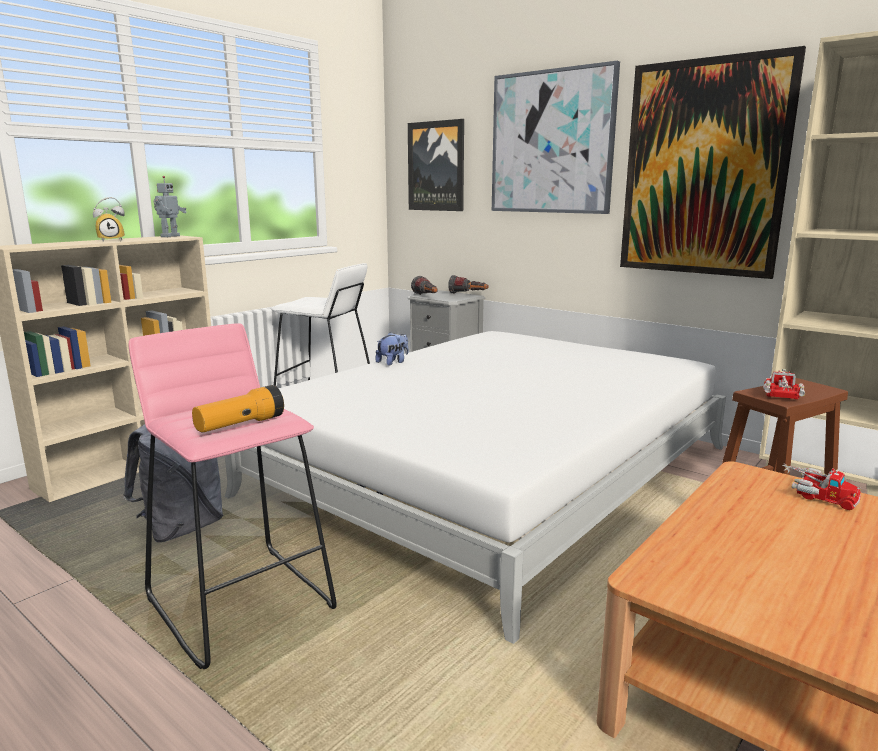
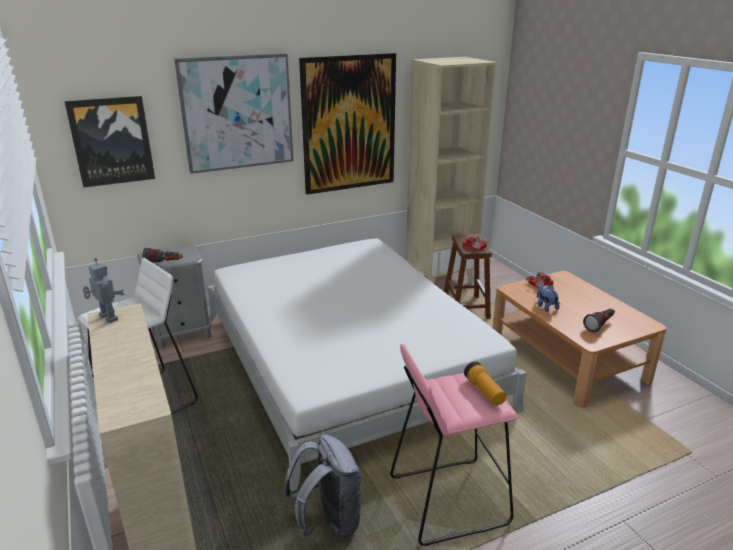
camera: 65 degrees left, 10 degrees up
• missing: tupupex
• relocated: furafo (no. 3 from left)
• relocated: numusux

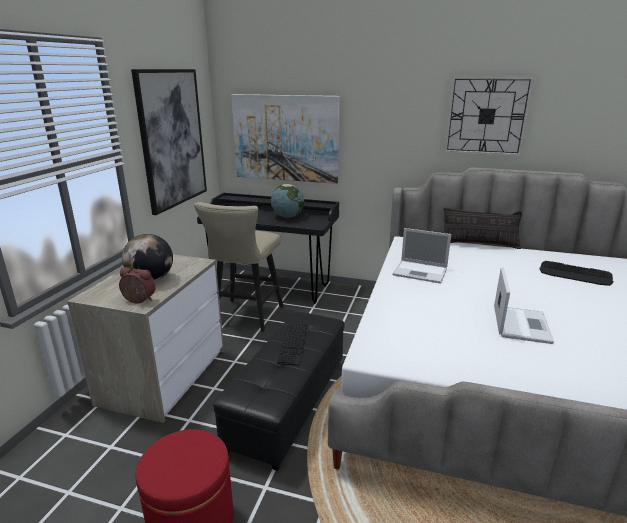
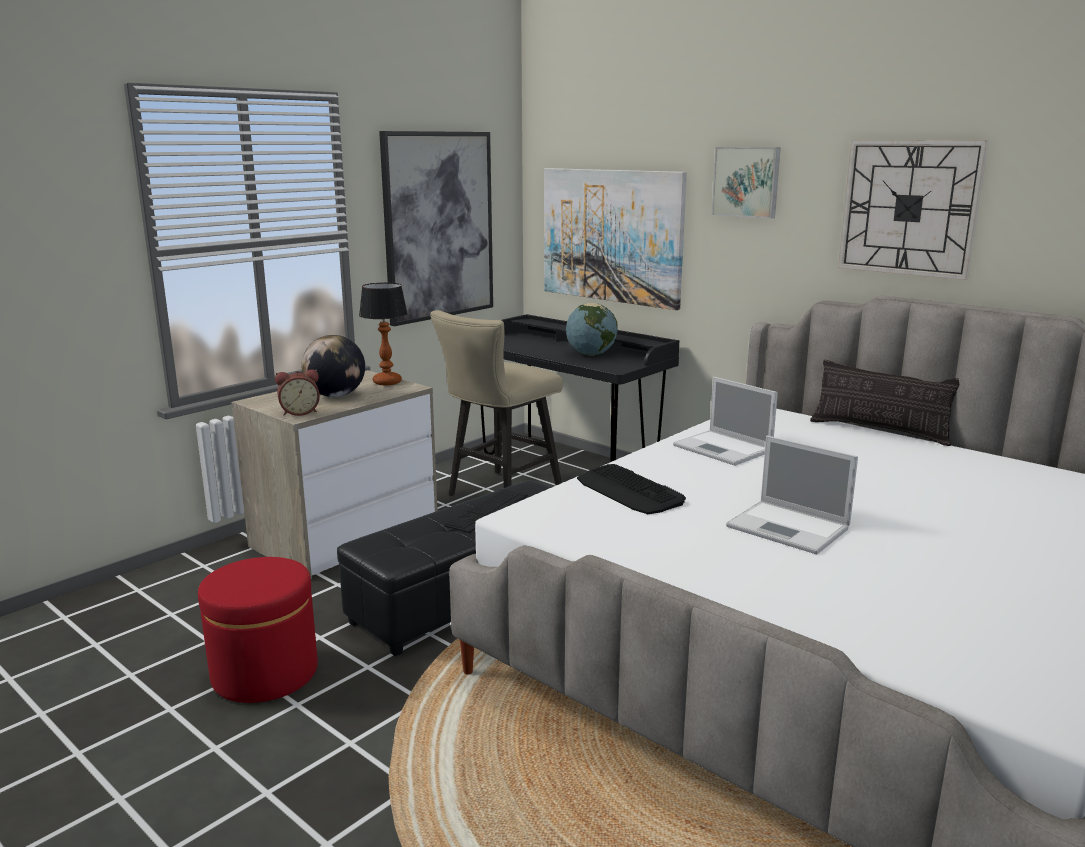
camera: 25 degrees right, 5 degrees down
• relocated: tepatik (no. 2 from left)
• spun: tupupex 120 degrees clockwise
• spun: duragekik (no. 2 from left) 90 degrees clockwise
• appeared: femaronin (no. 3 from left)
• appeared: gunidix

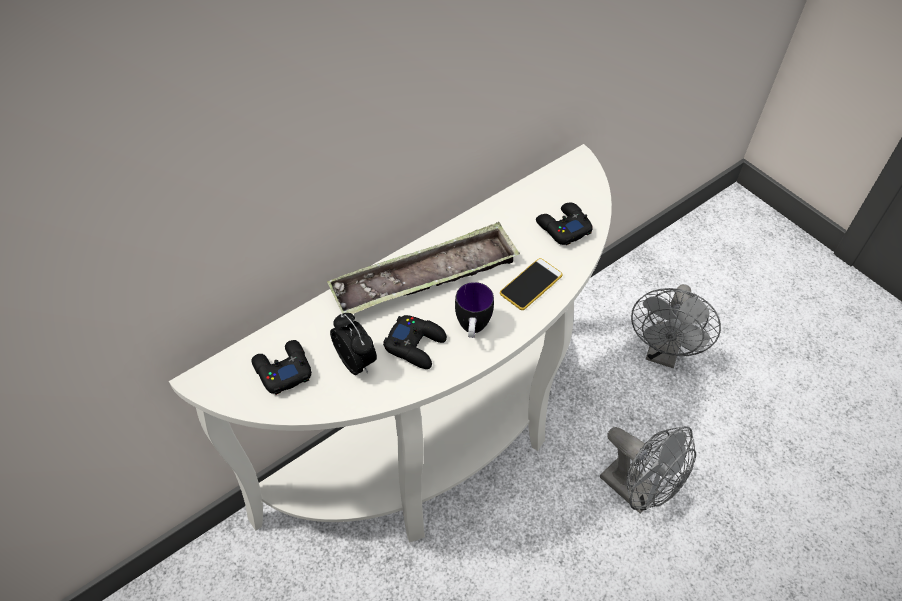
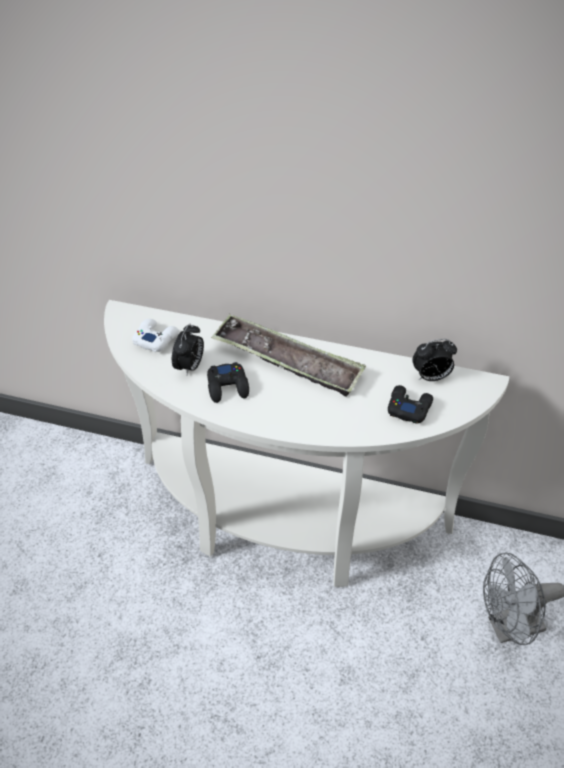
camera: 55 degrees right, 5 degrees down
• missing: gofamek
• missing: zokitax
• colour: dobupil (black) (no. 1 from left) to dobupil (white)
• missing: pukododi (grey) (no. 1 from left)
• appeared: tupupex (no. 2 from left)

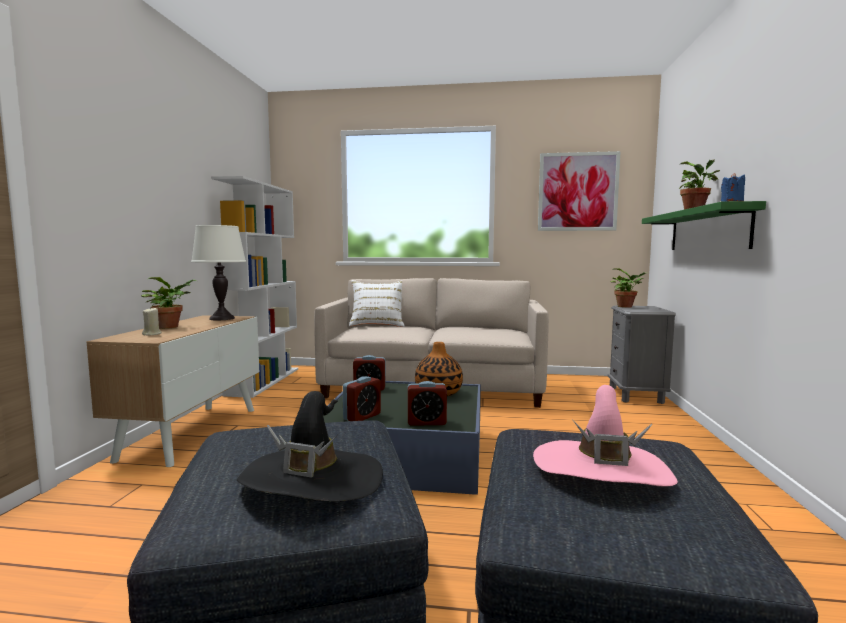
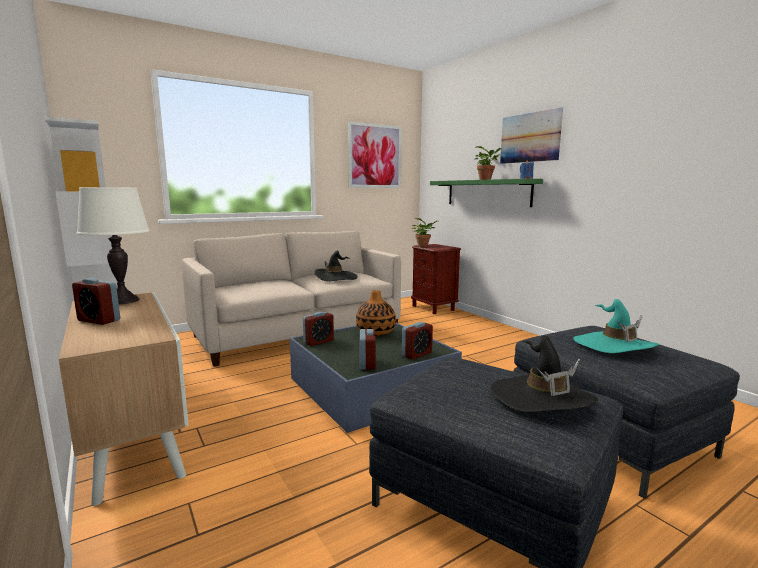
camera: 40 degrees left, 5 degrees up
• exchanged: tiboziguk (no. 1 from left) to tupupex (no. 1 from left)
• missing: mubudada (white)
• colour: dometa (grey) to dometa (brown)
• missing: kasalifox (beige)
• colour: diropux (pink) to diropux (turquoise)
• appeared: femaronin (no. 2 from left)
• appeared: diropux (black) (no. 1 from left)

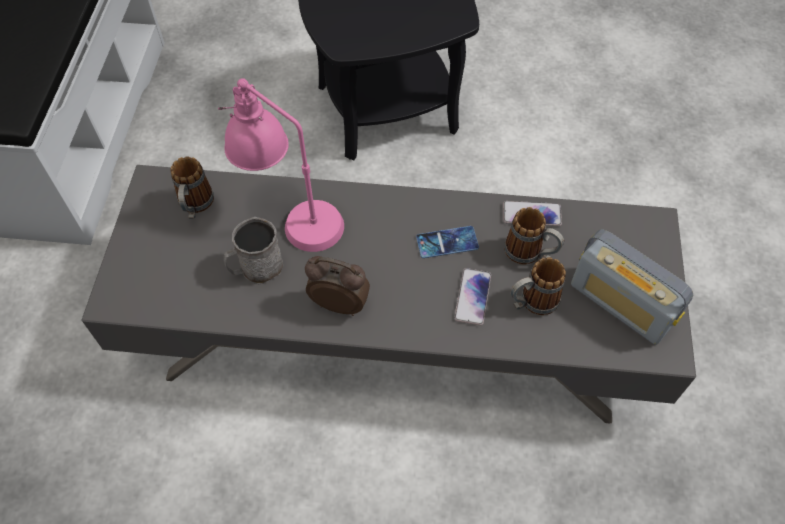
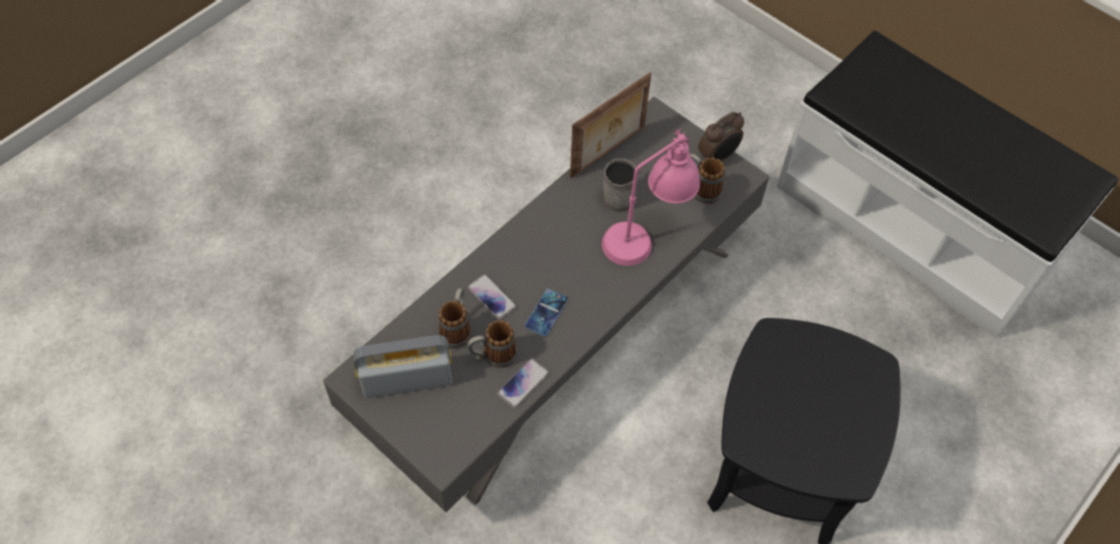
camera: 125 degrees right, 0 degrees up
• relocated: tupupex
• appeared: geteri

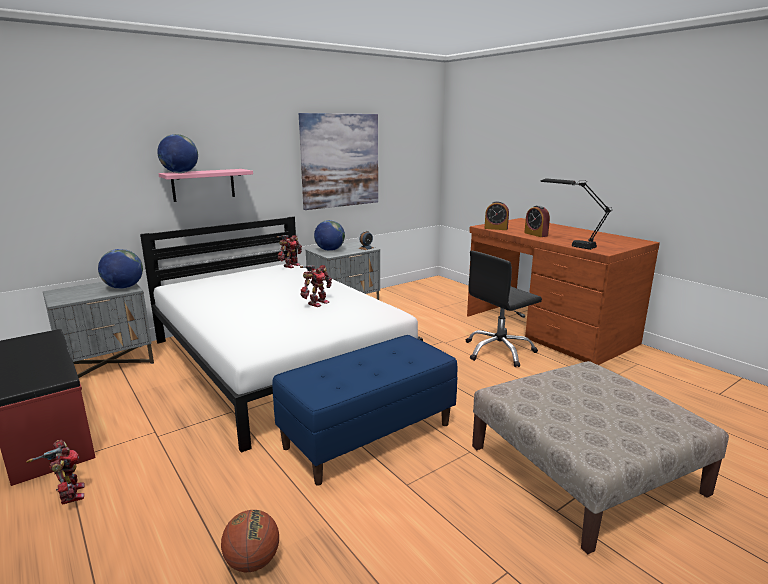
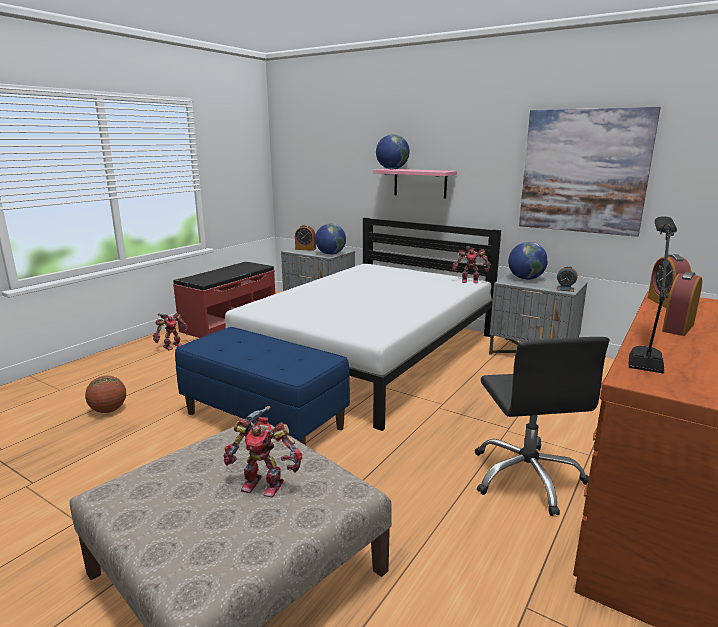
camera: 70 degrees right, 0 degrees up
• spun: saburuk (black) 135 degrees counterclockwise
• relocated: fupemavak (no. 3 from left in the first image) to fupemavak (no. 2 from left)
• appeared: tupupex (no. 1 from left)

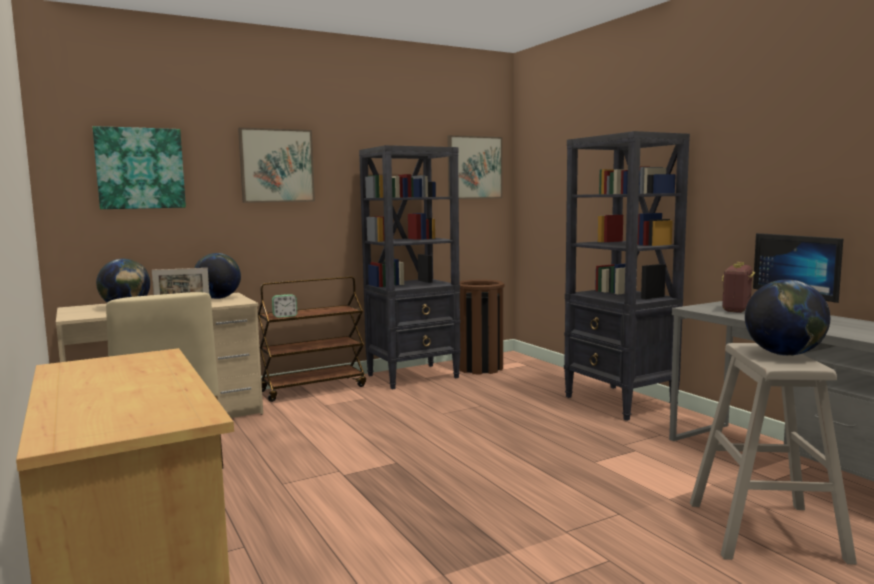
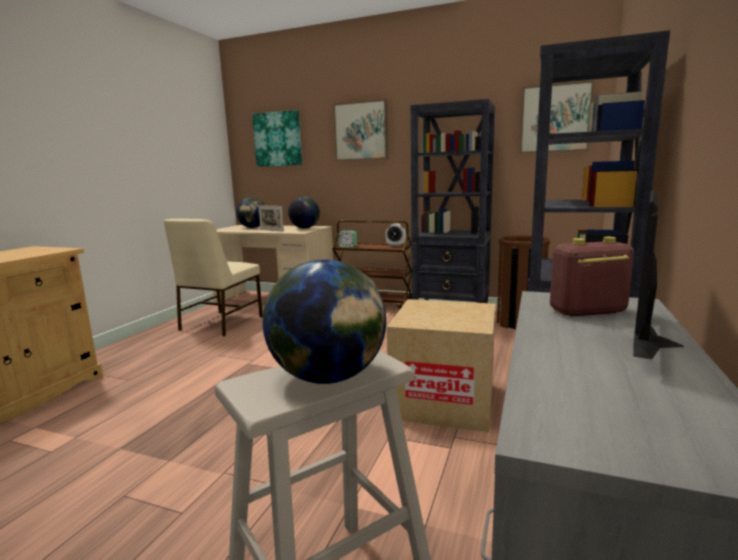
camera: 50 degrees right, 5 degrees up
• appeared: tupupex (no. 2 from left)
• appeared: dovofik

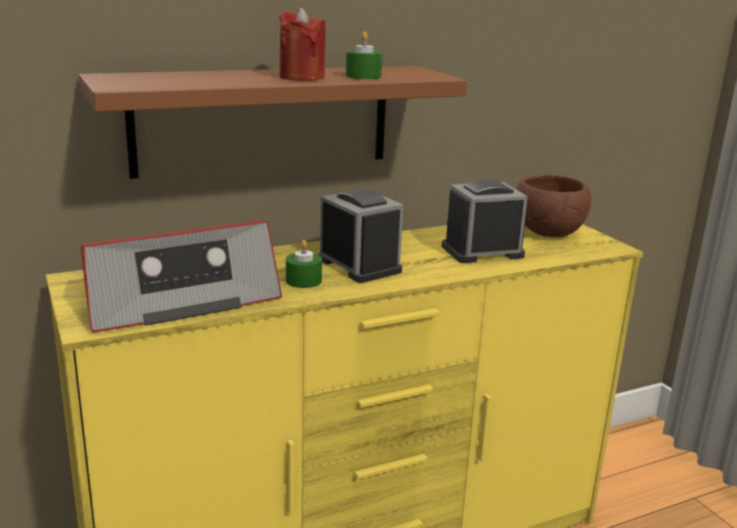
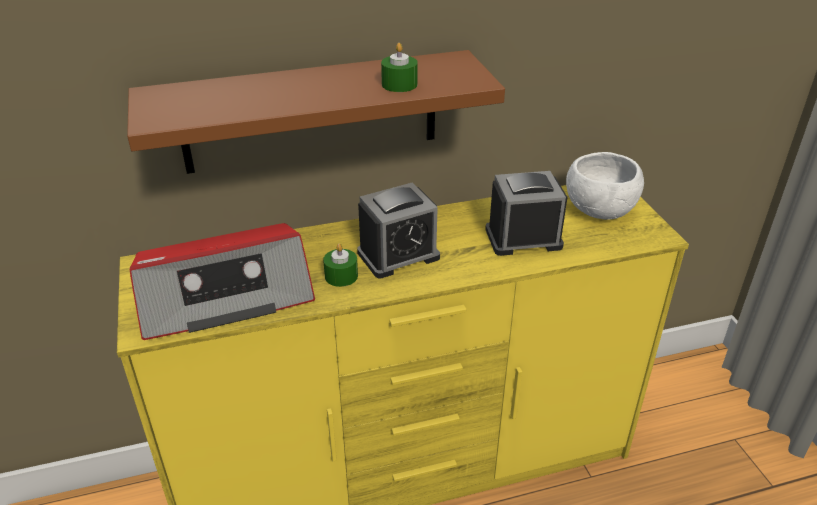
camera: 10 degrees right, 15 degrees up
• missing: kasalifox (red)
• colour: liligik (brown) to liligik (white)
• spun: tupupex (no. 1 from left) 90 degrees clockwise

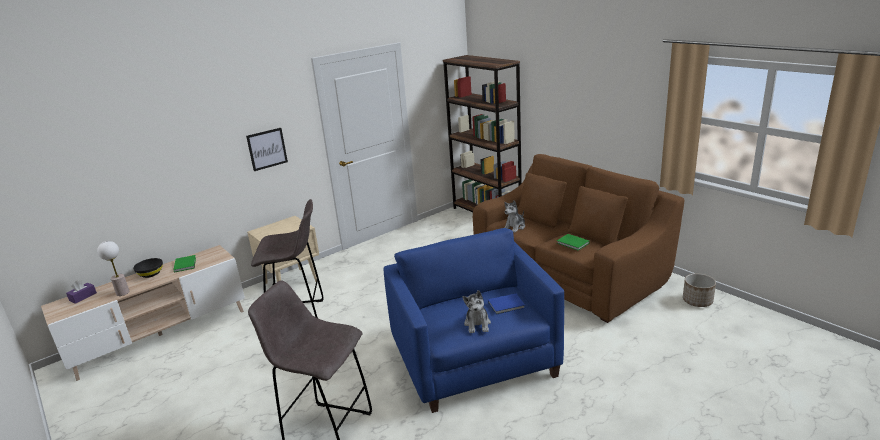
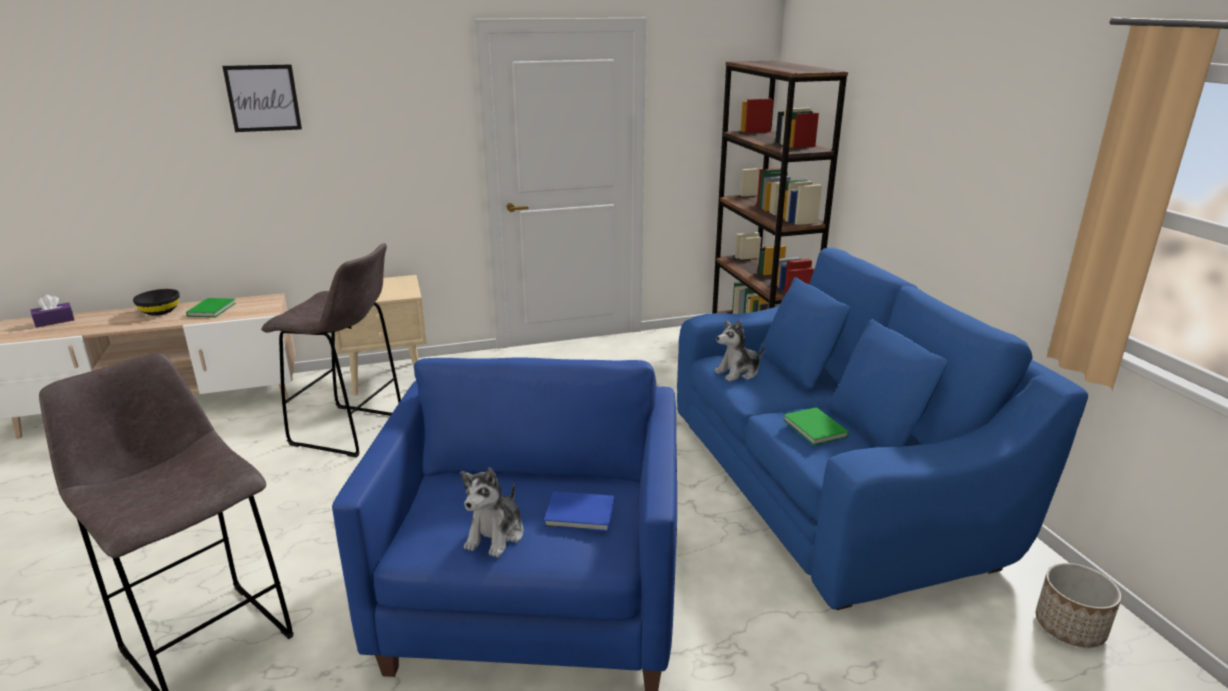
camera: 20 degrees right, 0 degrees up
• relocated: femaronin
• colour: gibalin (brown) to gibalin (blue)
• missing: gunidix

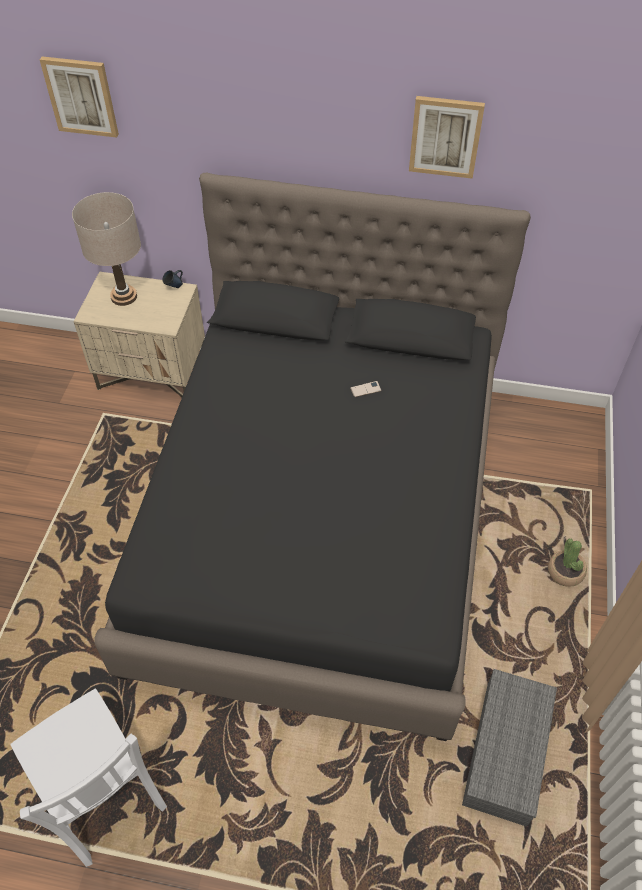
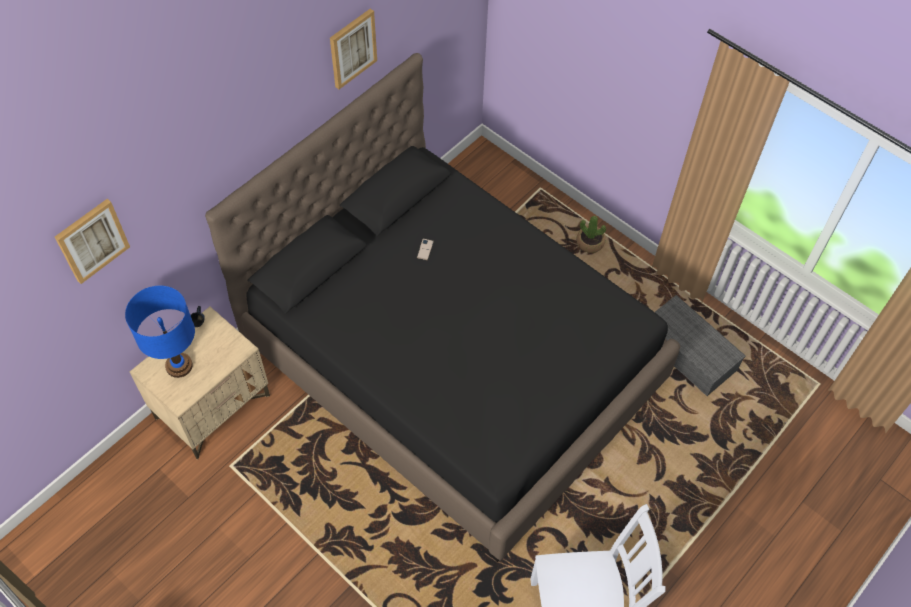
camera: 60 degrees left, 5 degrees up
• colour: gunidix (beige) to gunidix (blue)

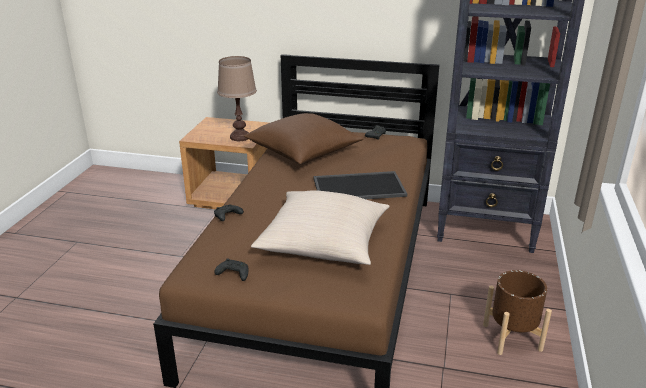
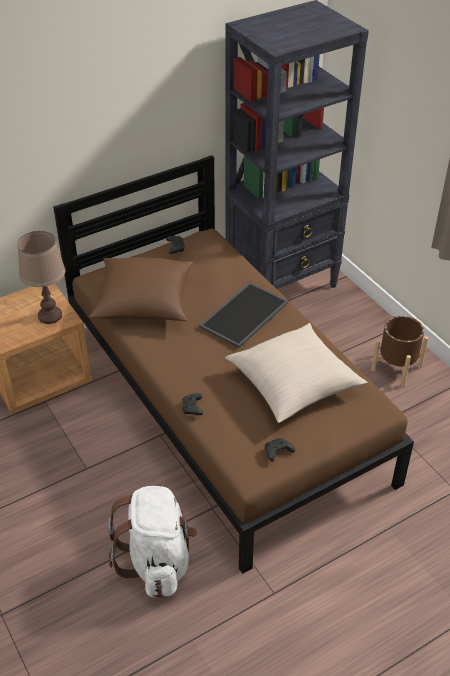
camera: 45 degrees left, 15 degrees up
• appeared: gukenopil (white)

